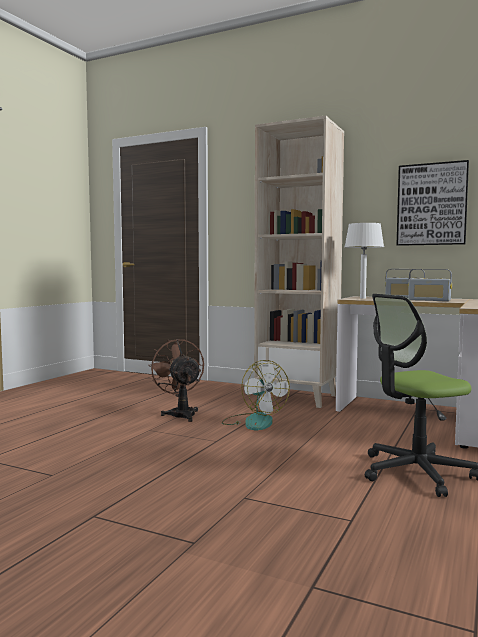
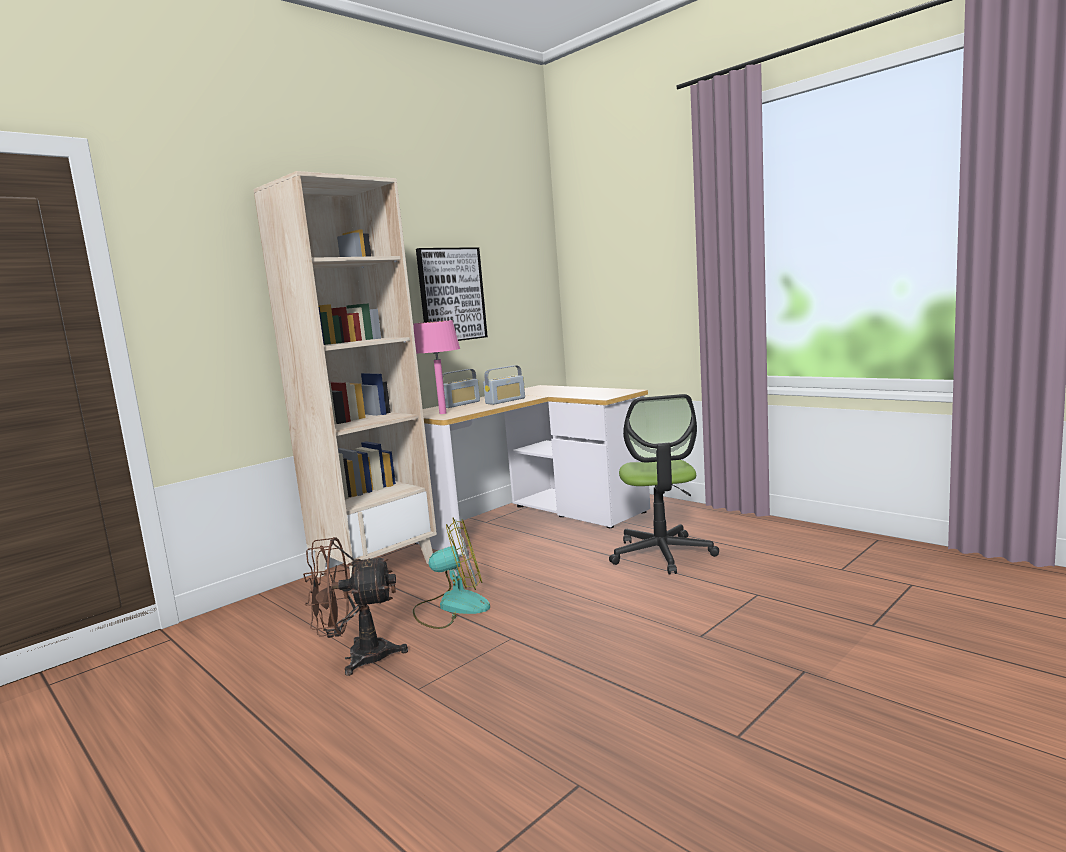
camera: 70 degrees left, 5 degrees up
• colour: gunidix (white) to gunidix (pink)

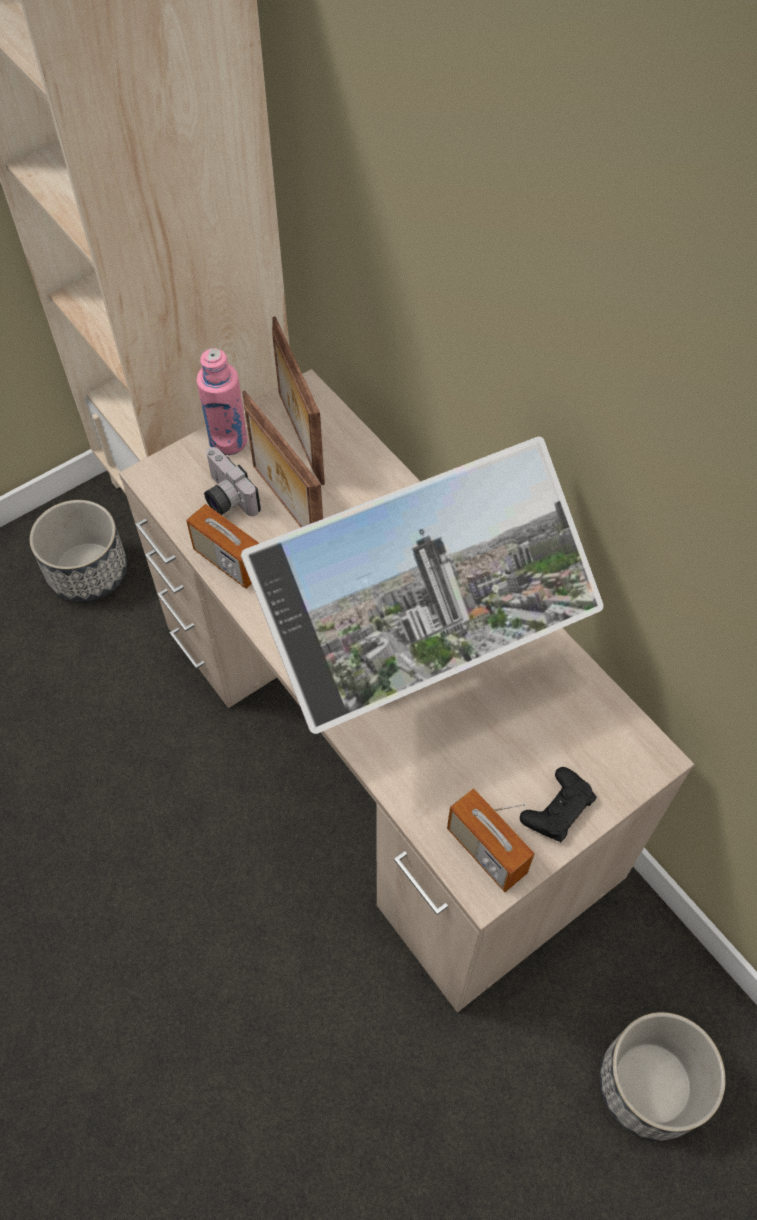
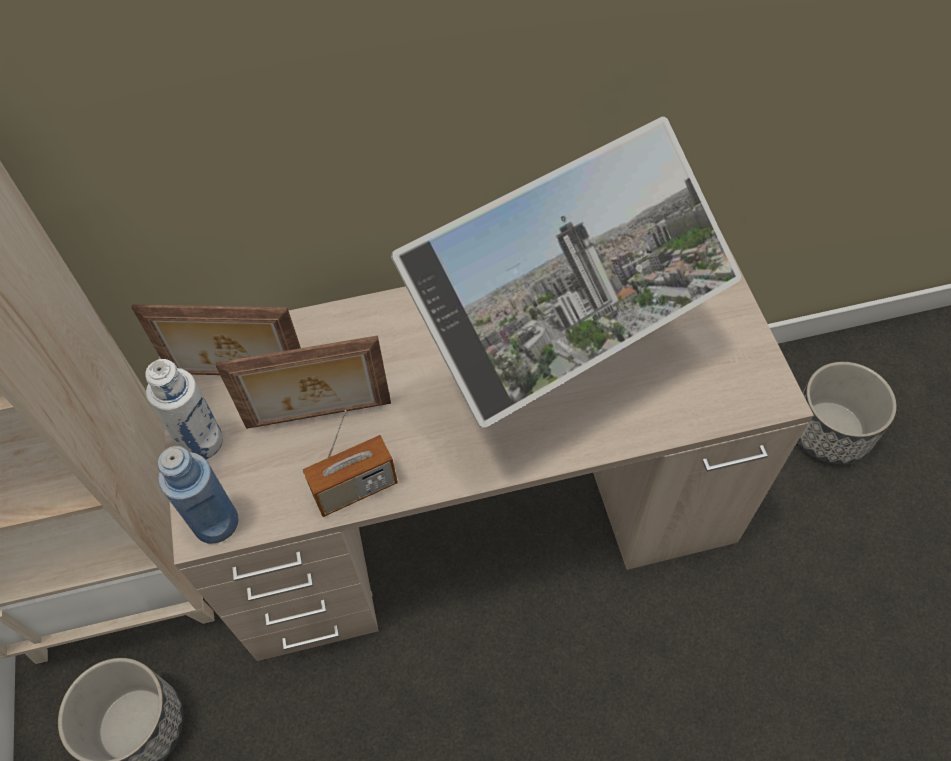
camera: 65 degrees left, 0 degrees up
• colour: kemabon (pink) to kemabon (white)
• spun: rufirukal 60 degrees clockwise
• missing: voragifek
• missing: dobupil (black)
• missing: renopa (no. 2 from left)
• appeared: kemabon (blue)

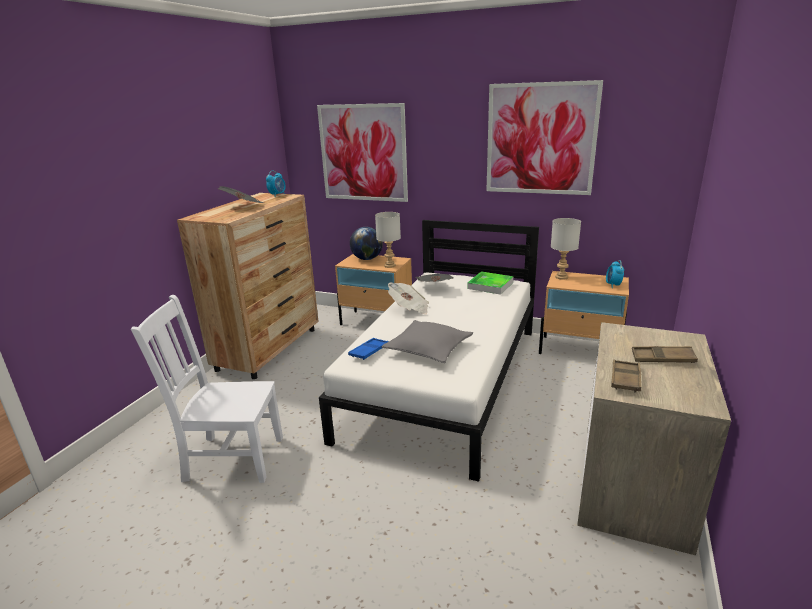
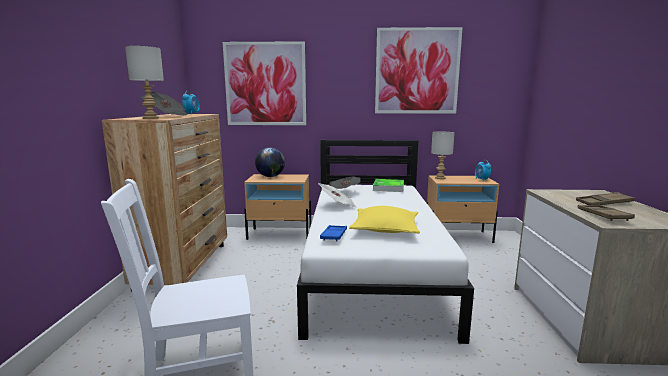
camera: 20 degrees left, 10 degrees down
• relocated: gunidix (grey) (no. 1 from left)
• colour: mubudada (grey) to mubudada (yellow)

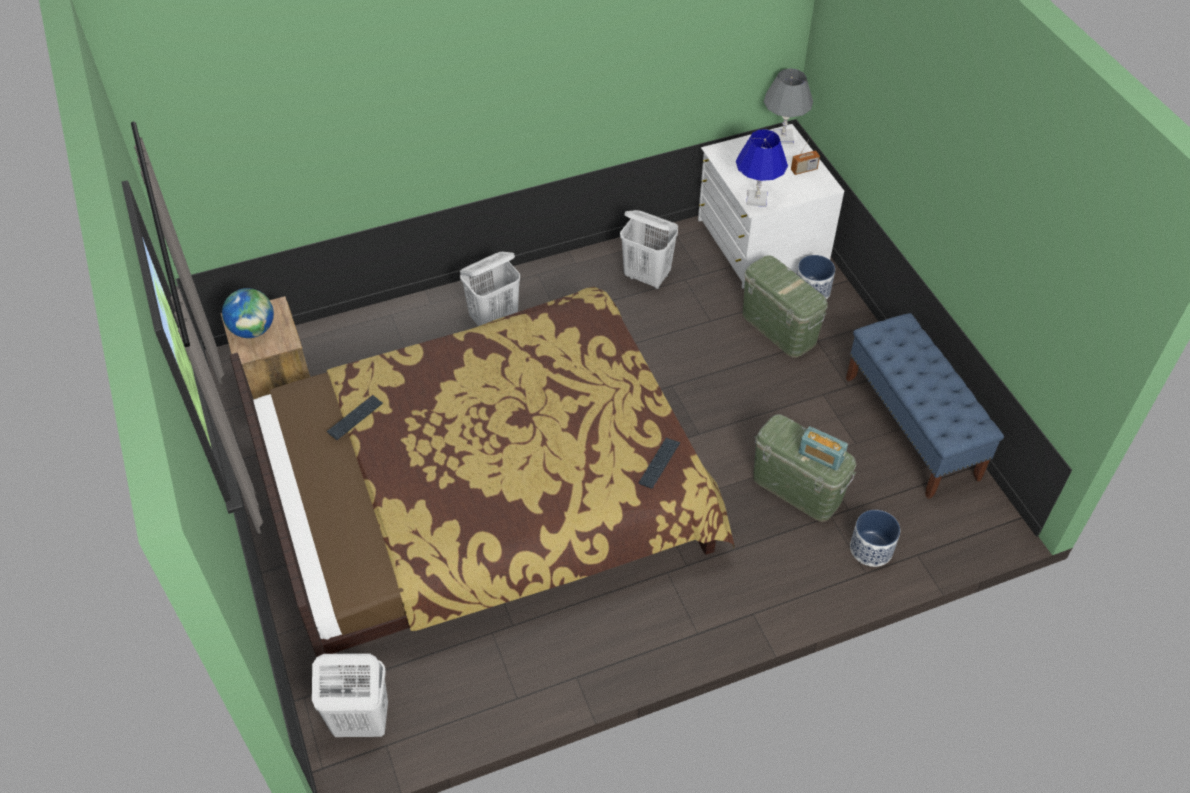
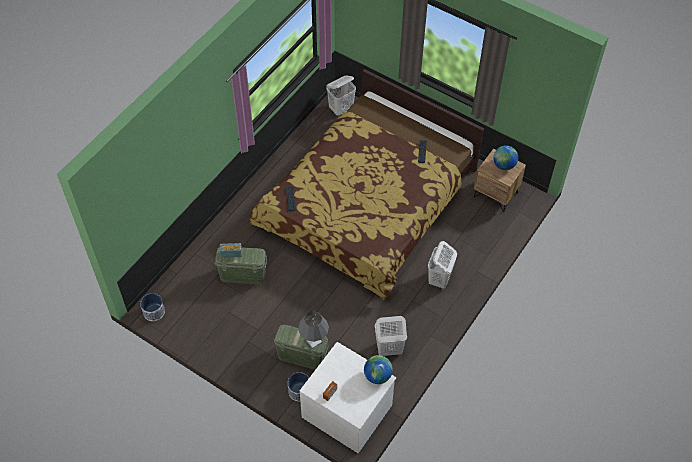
camera: 145 degrees right, 5 degrees up
• relocated: gunidix (grey)
• missing: gunidix (blue)
• missing: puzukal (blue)
• relocated: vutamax (no. 2 from left in the first image) to vutamax (no. 1 from left)
• appeared: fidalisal (no. 1 from left)

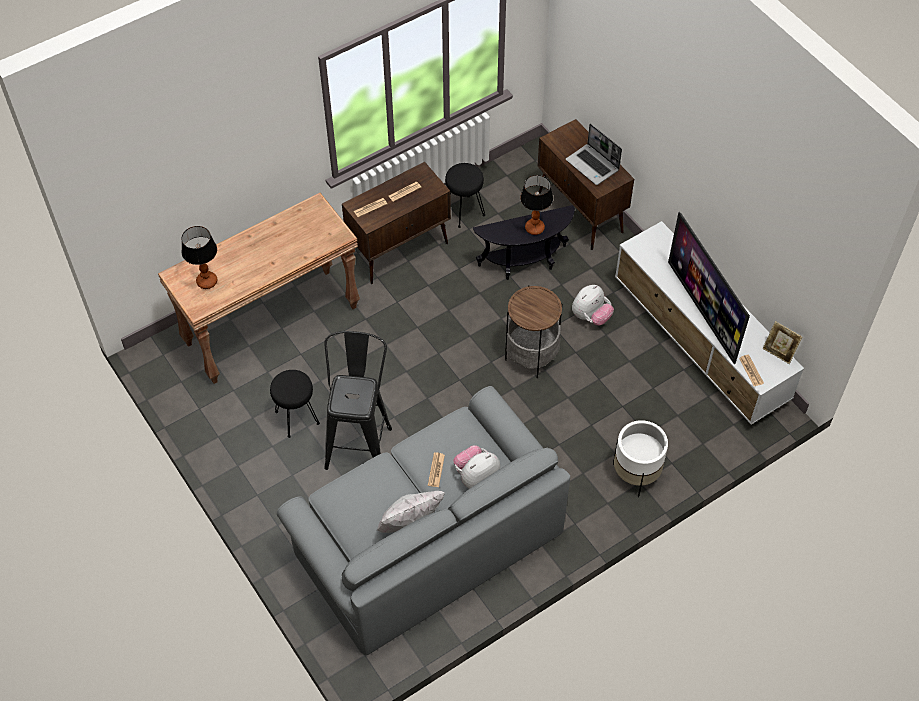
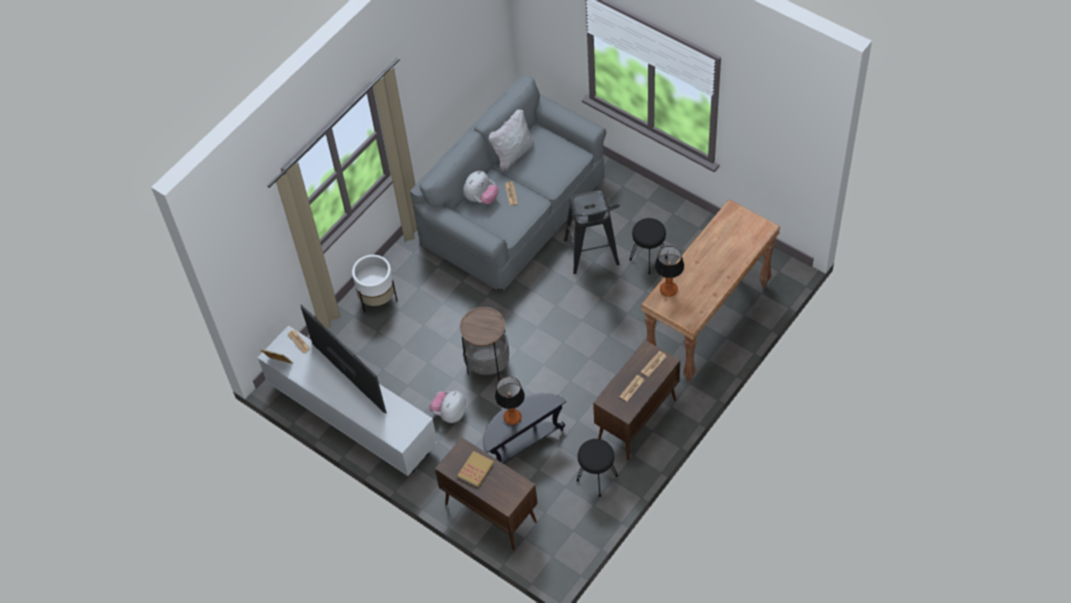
camera: 165 degrees right, 0 degrees up
• exchanged: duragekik to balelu
• relocated: gunidix (no. 1 from left in the first image) to gunidix (no. 2 from left)

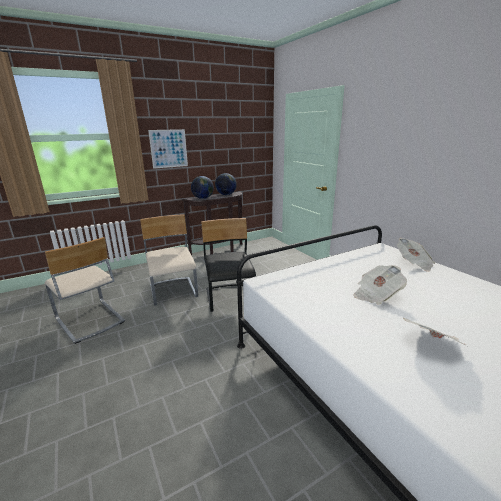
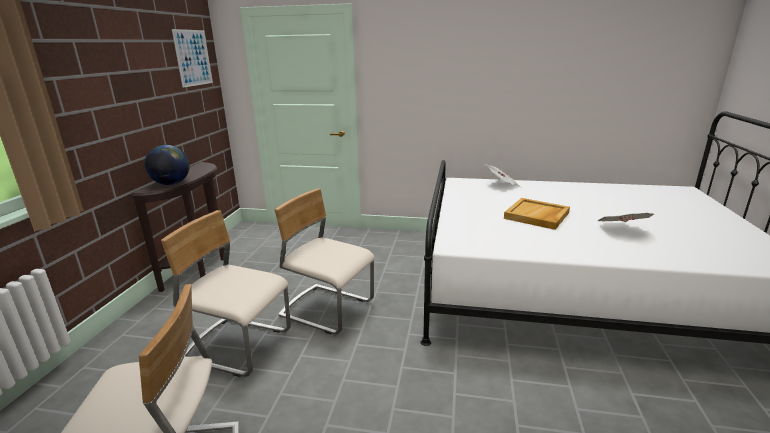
camera: 50 degrees left, 0 degrees up
• relocated: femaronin
• missing: fidalisal (no. 2 from left)
• colour: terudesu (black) to terudesu (beige) (no. 3 from left)
• exchanged: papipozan (no. 1 from left) to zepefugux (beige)

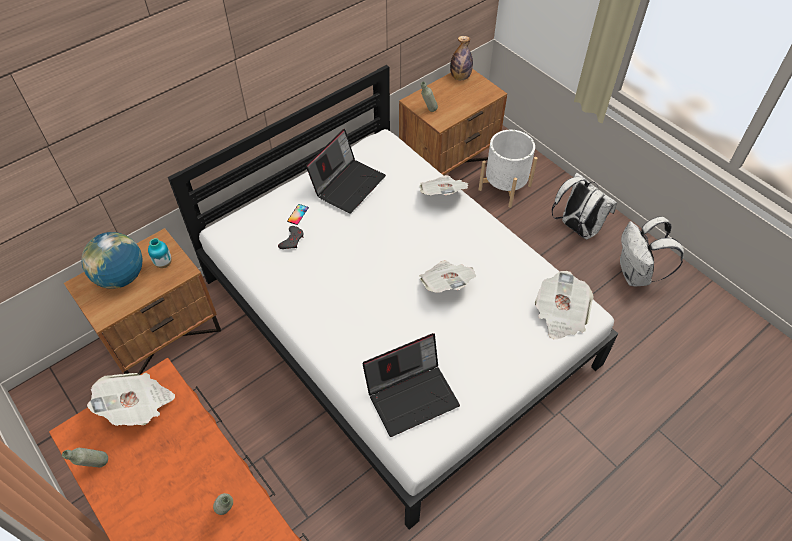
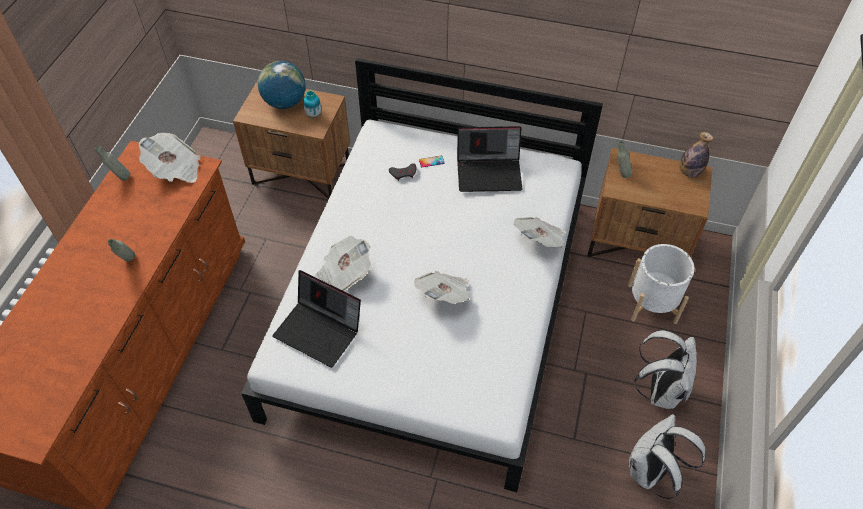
camera: 55 degrees right, 0 degrees up
• relocated: papipozan (no. 4 from left in the first image) to papipozan (no. 2 from left)

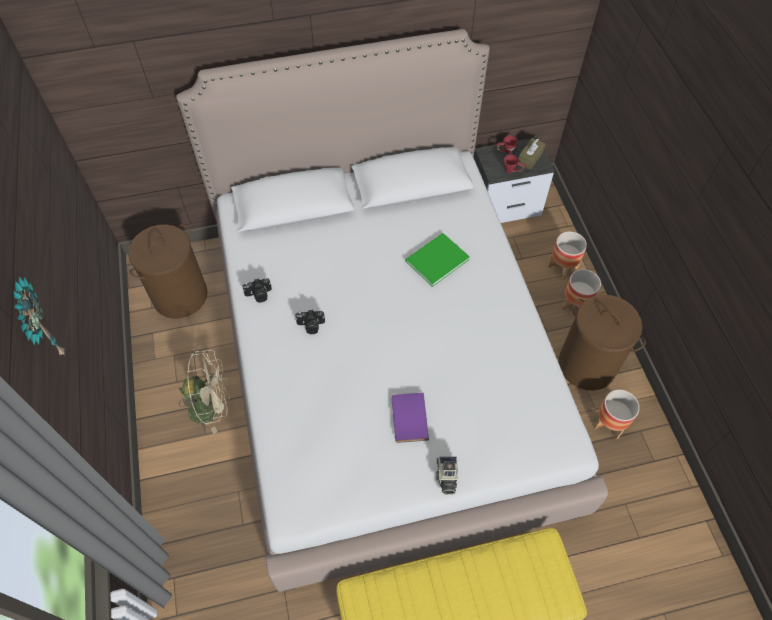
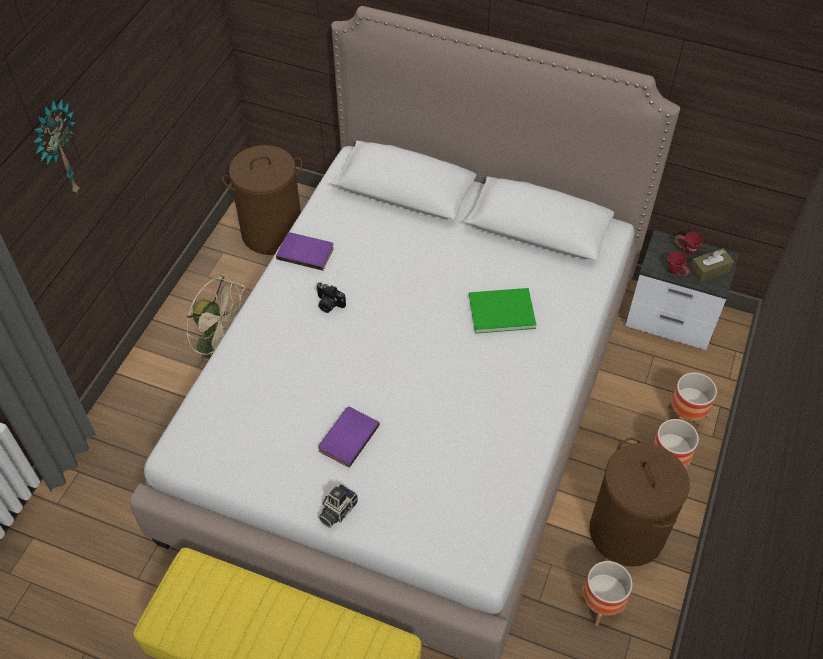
camera: 35 degrees right, 5 degrees down
• exchanged: voragifek (no. 1 from left) to balelu (purple) (no. 1 from left)

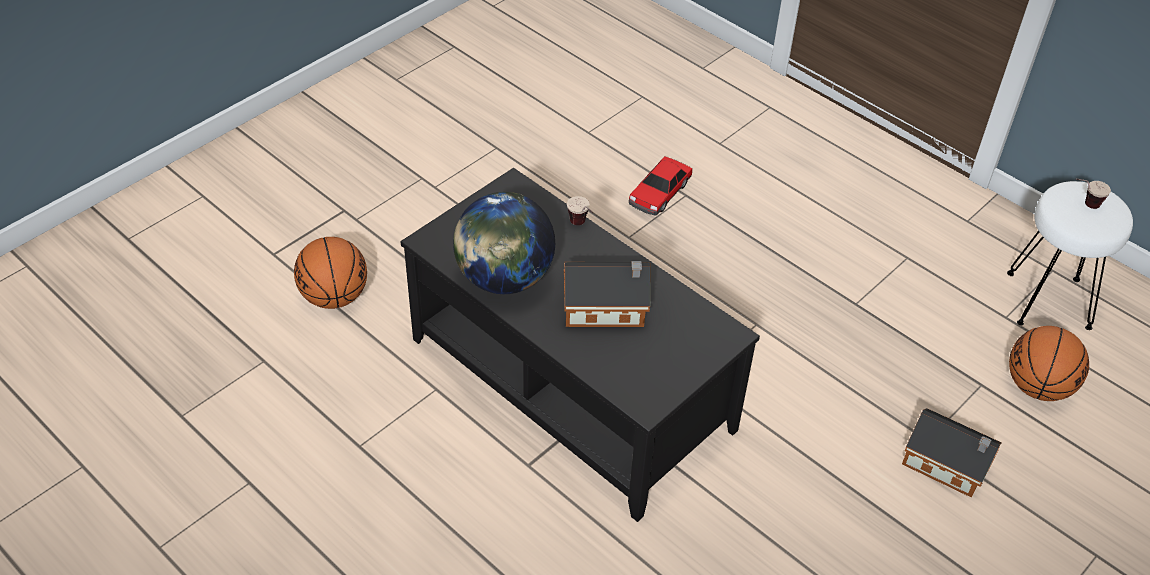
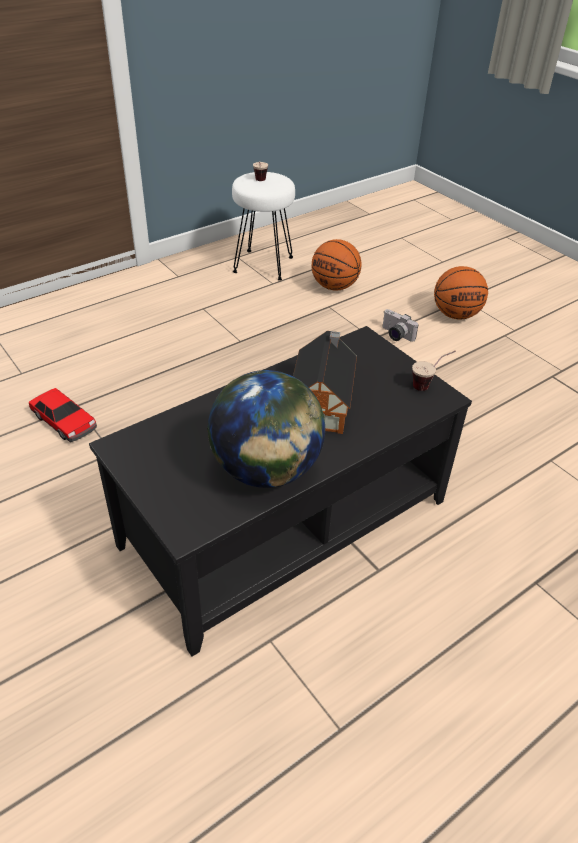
camera: 80 degrees left, 5 degrees down
• relocated: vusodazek (no. 1 from left in the first image) to vusodazek (no. 2 from left)
• relocated: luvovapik (no. 1 from left in the first image) to luvovapik (no. 2 from left)
• exchanged: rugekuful (no. 2 from left) to voragifek

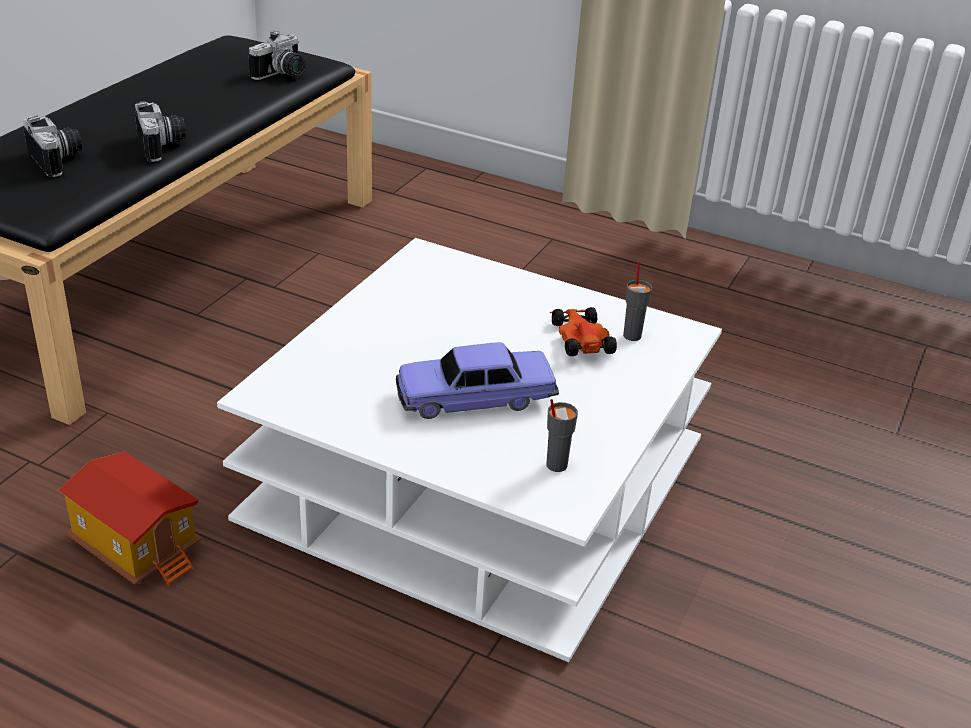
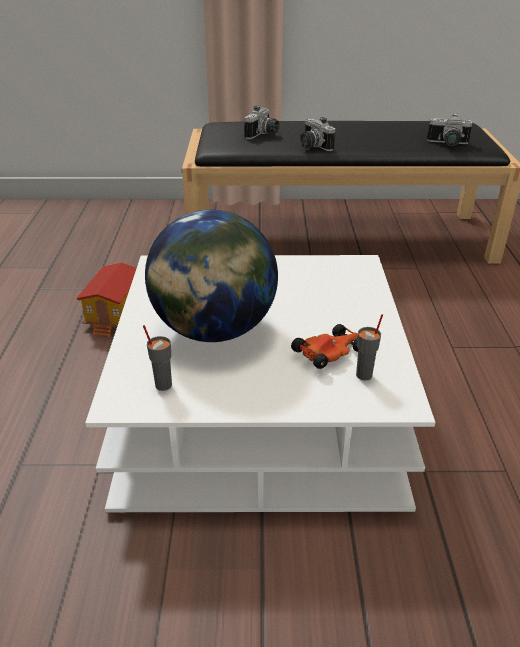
camera: 65 degrees right, 0 degrees up
• spun: voragifek (no. 2 from left) 105 degrees clockwise
• exchanged: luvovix (no. 1 from left) to fidalisal

